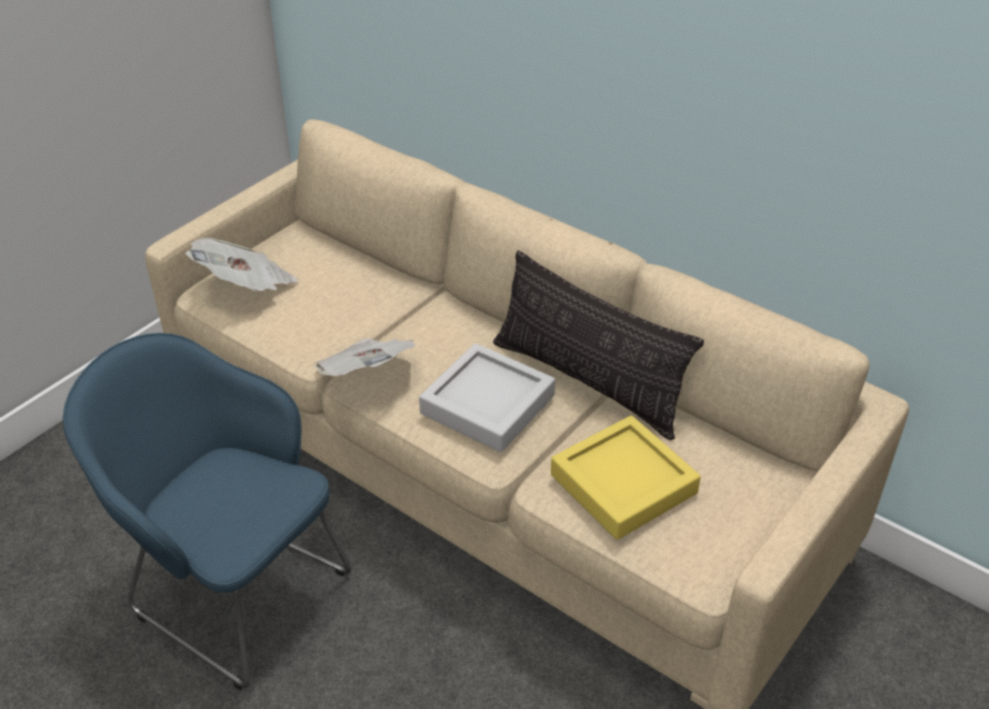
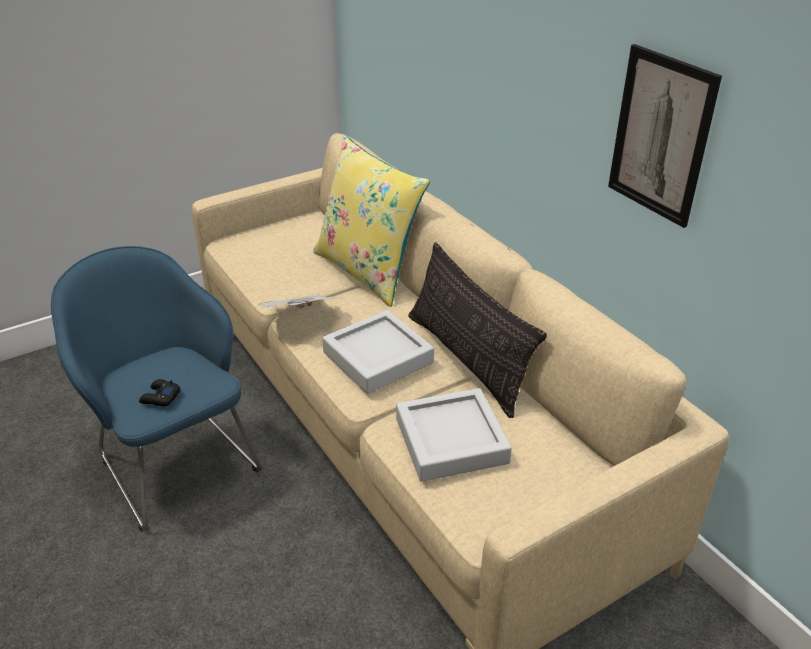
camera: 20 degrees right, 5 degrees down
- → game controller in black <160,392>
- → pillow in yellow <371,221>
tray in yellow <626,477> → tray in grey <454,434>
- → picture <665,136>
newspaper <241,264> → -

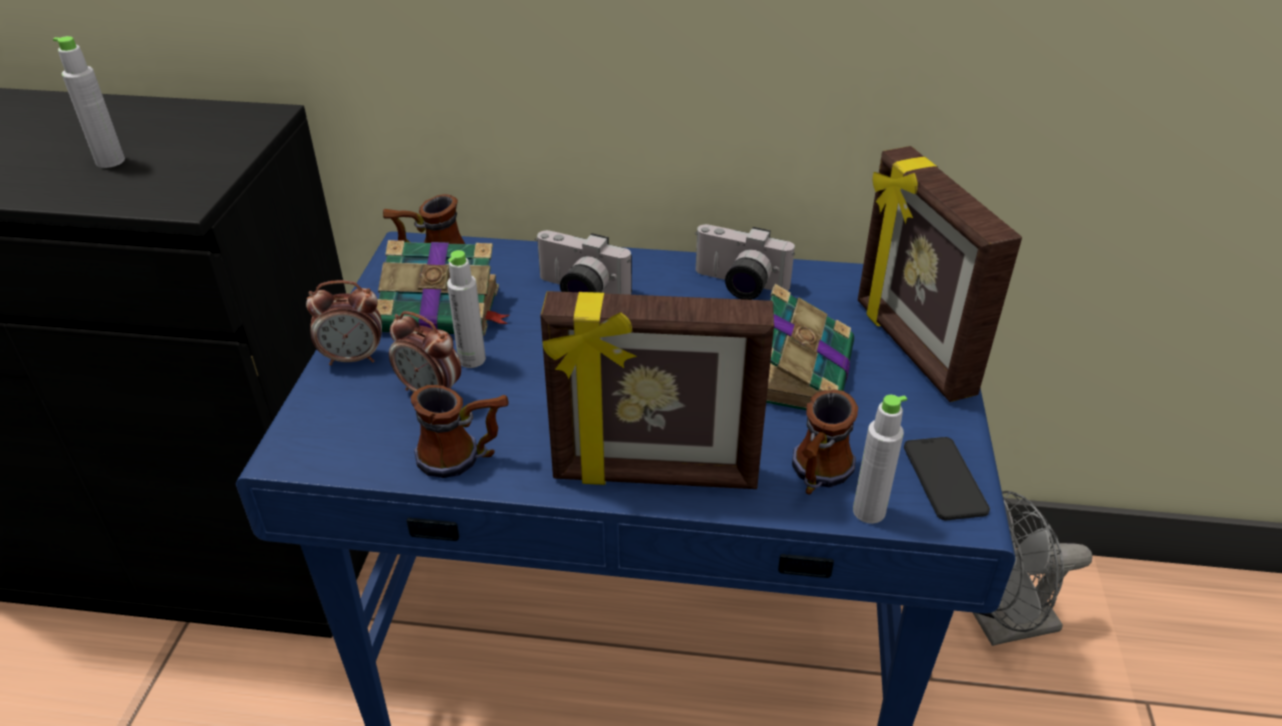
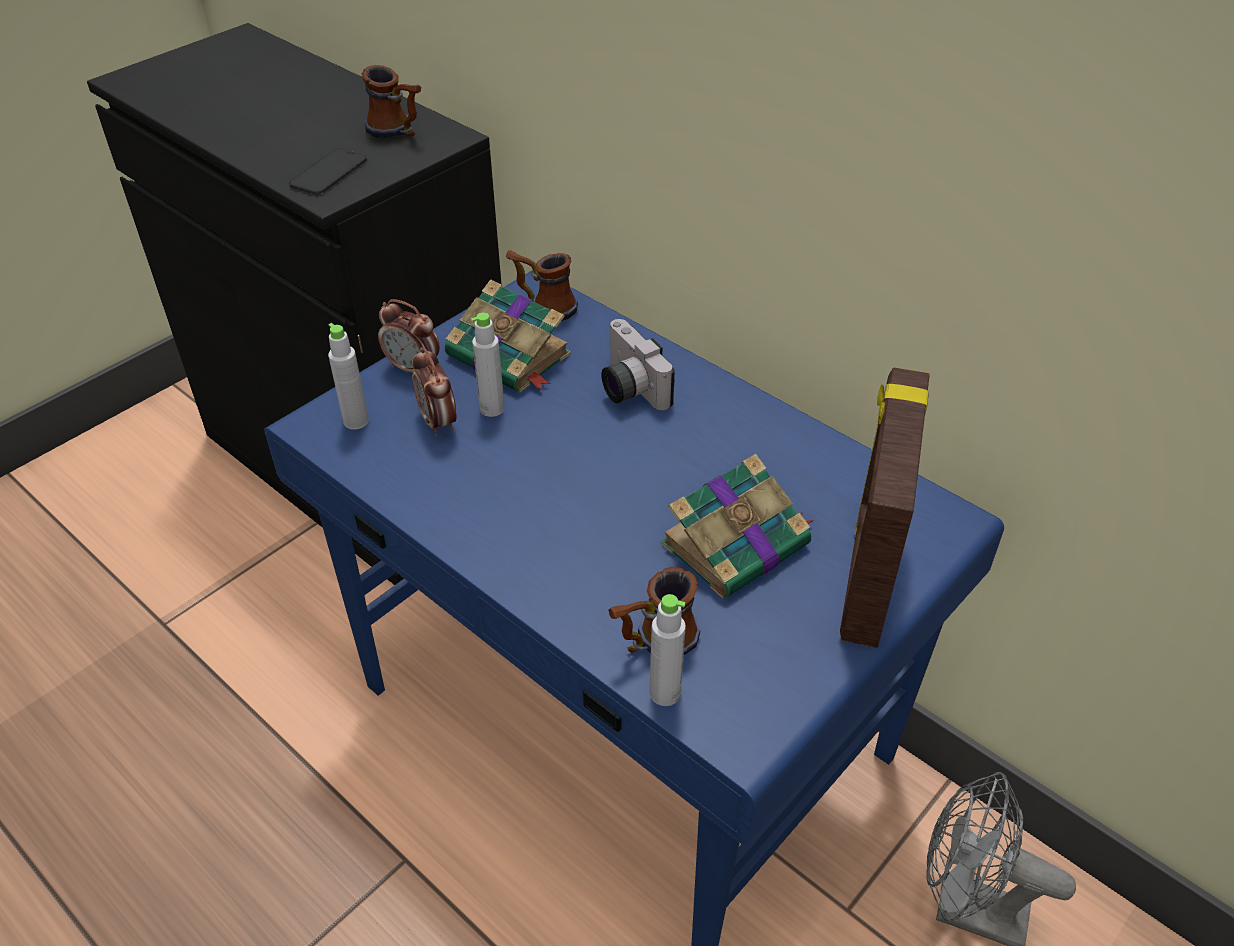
camera: 35 degrees right, 5 degrees up
phone <947,478> → phone <328,171>, relocated
bottle in grey <89,102> → bottle in grey <348,376>, relocated
mug <460,431> → mug <391,102>, relocated
picture frame <657,390> → -
photo camera <745,262> → -

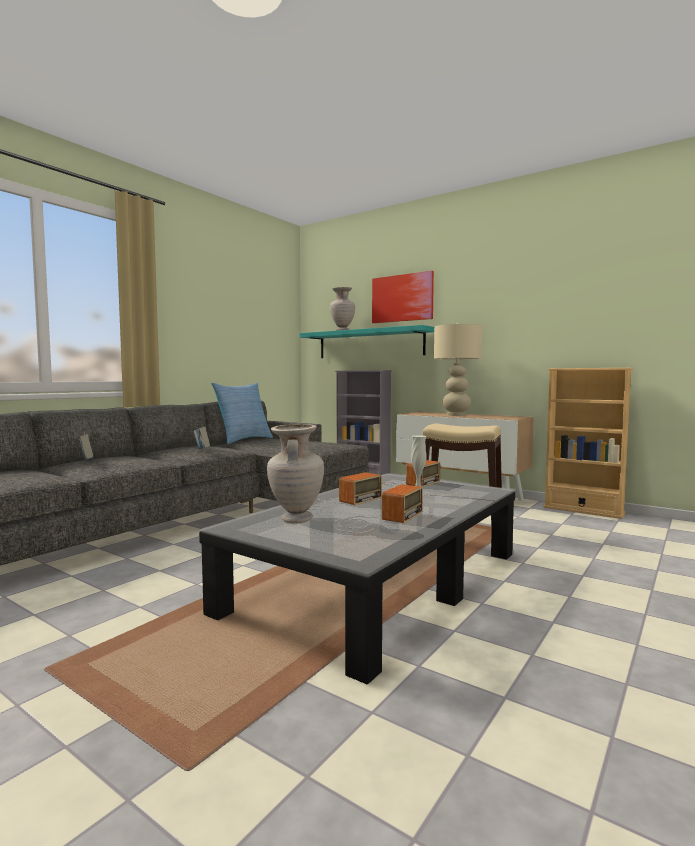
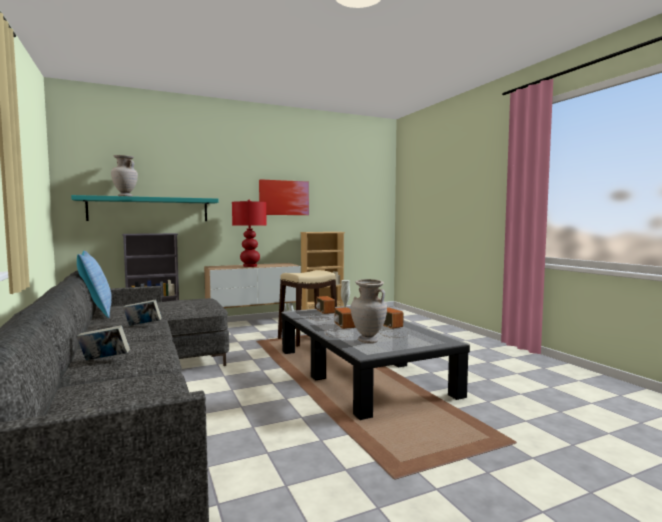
camera: 60 degrees left, 0 degrees up
table lamp in beige <458,369> → table lamp in red <249,233>
picture <403,297> → picture <284,197>, relocated

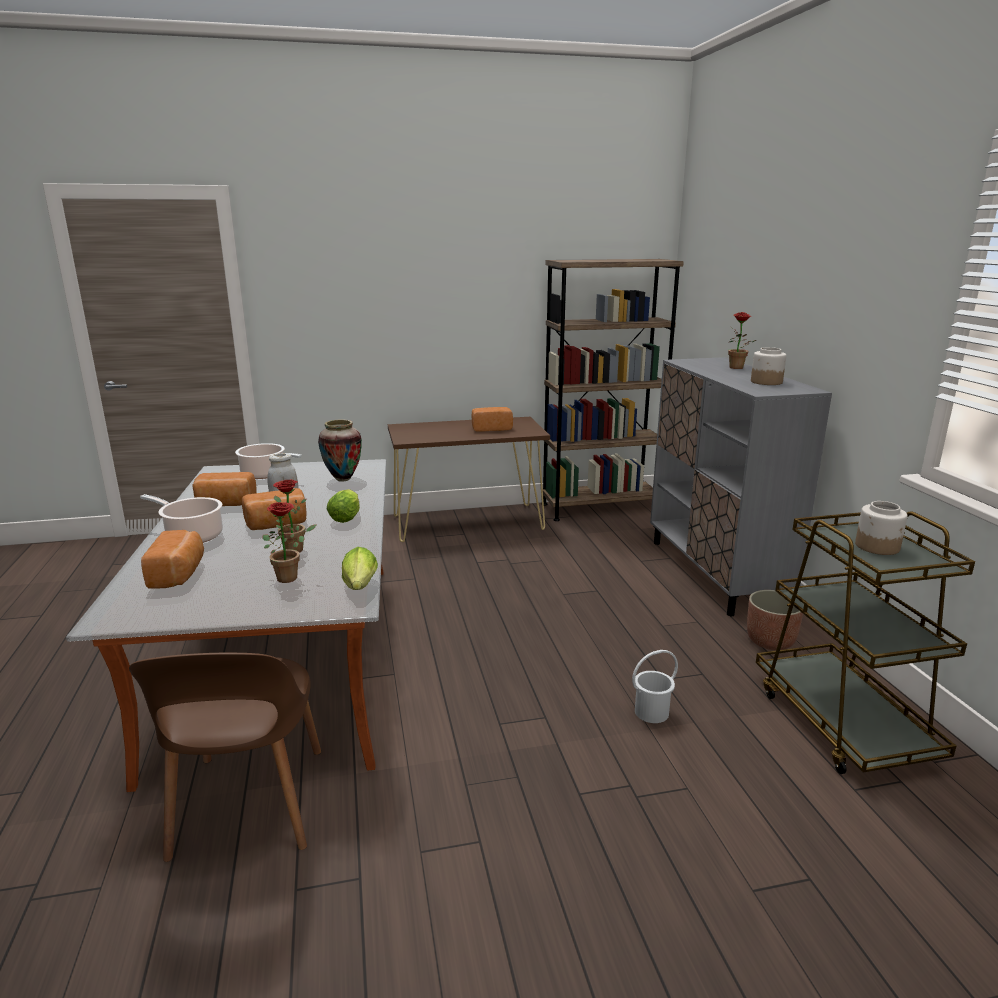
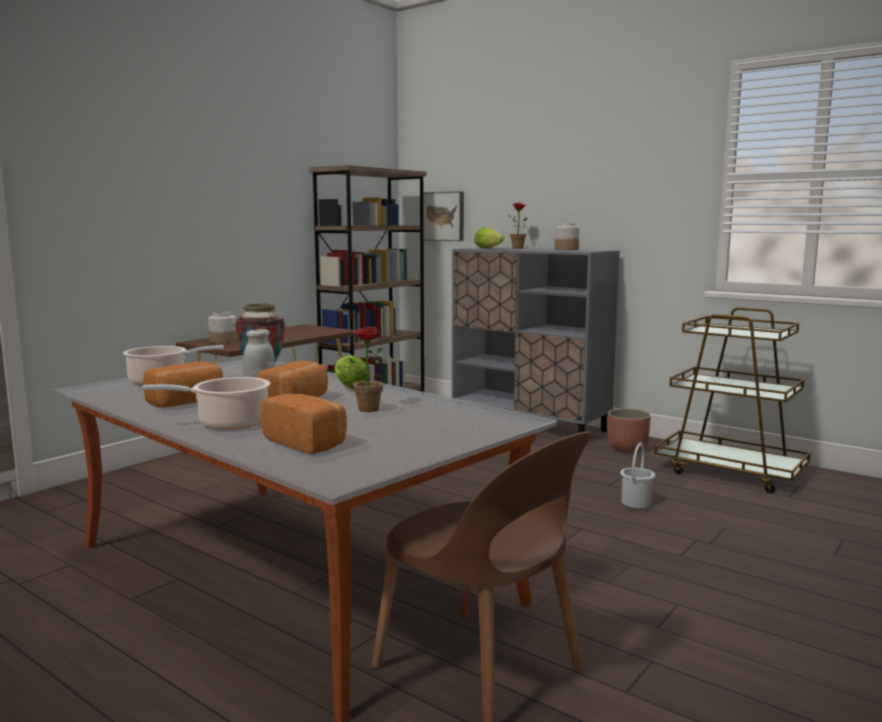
camera: 40 degrees left, 10 degrees down
jar <881,528> → jar <222,327>, relocated
- → picture <443,216>
lettuce <360,568> → lettuce <489,238>, relocated
potted plant <289,542> → -
bread <492,419> → -

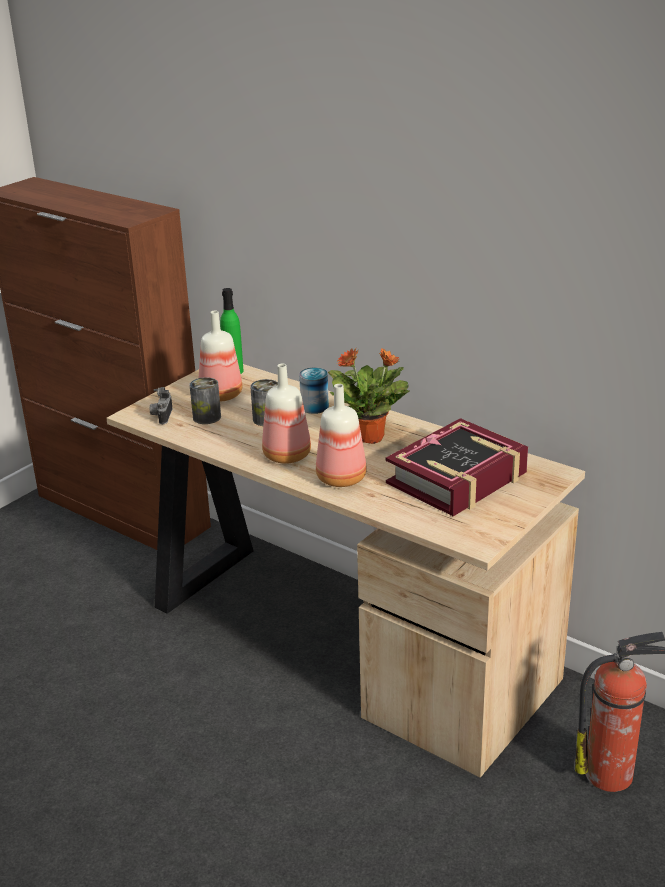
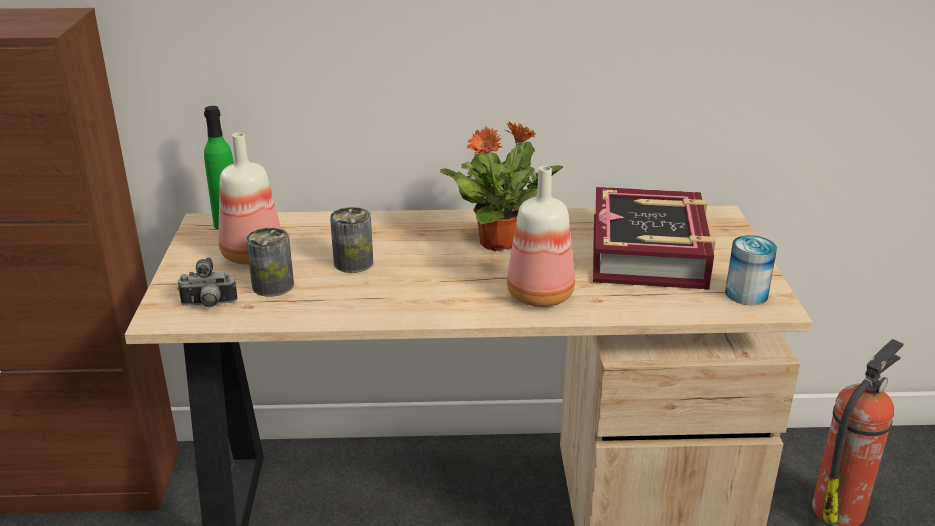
camera: 40 degrees left, 0 degrees up
photo camera <161,405> → photo camera <207,282>, 60 degrees counterclockwise
can <314,391> → can <751,270>, relocated
bottle <286,414> → -

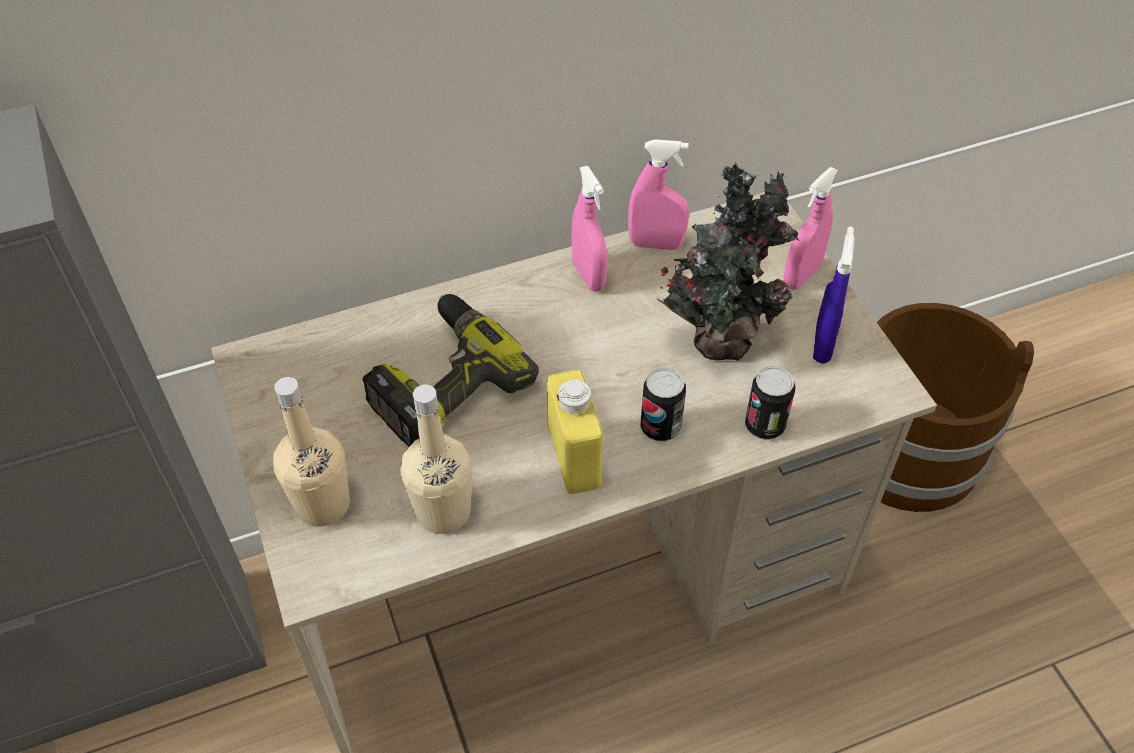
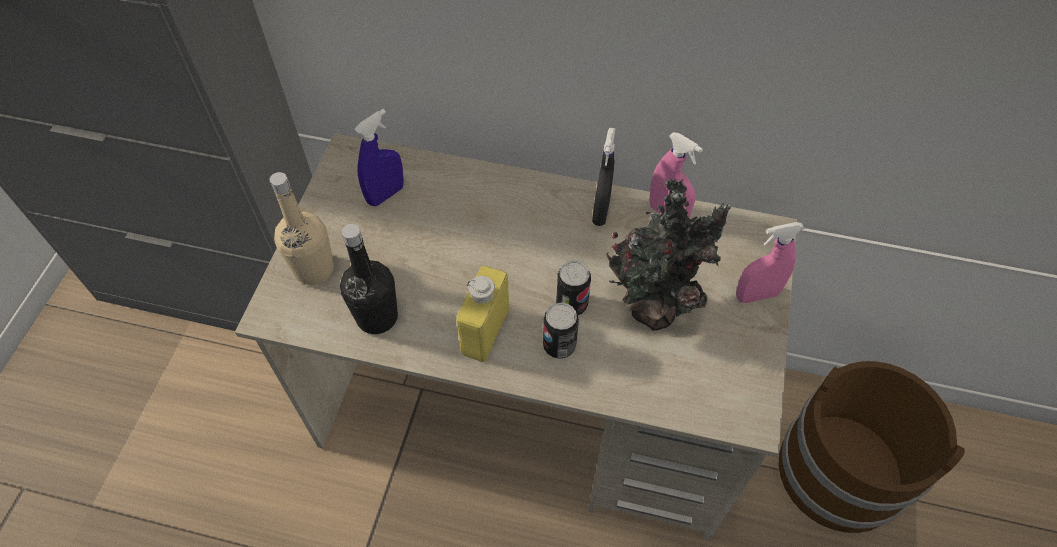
camera: 35 degrees right, 5 degrees up
bottle in beige <436,459> → bottle in black <369,279>
spray bottle in blue <834,295> → spray bottle in blue <379,157>, relocated
can <770,403> → can <573,288>, relocated
spray bottle in pink <590,229> → spray bottle in black <603,177>
power drill <450,370> → -

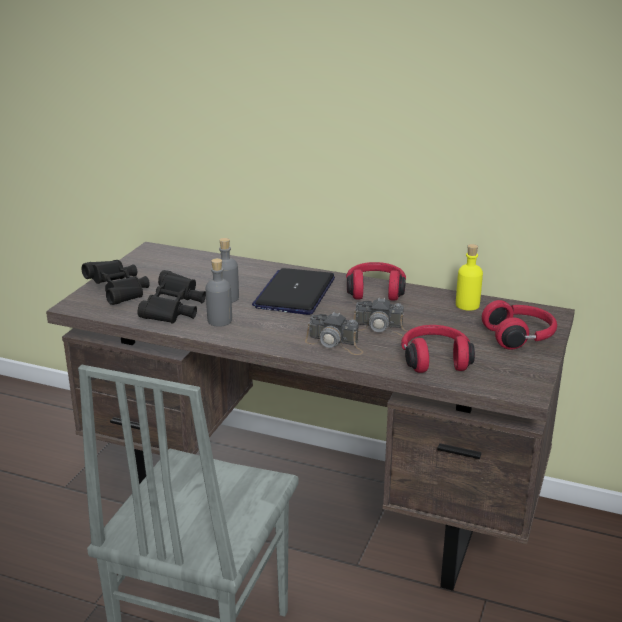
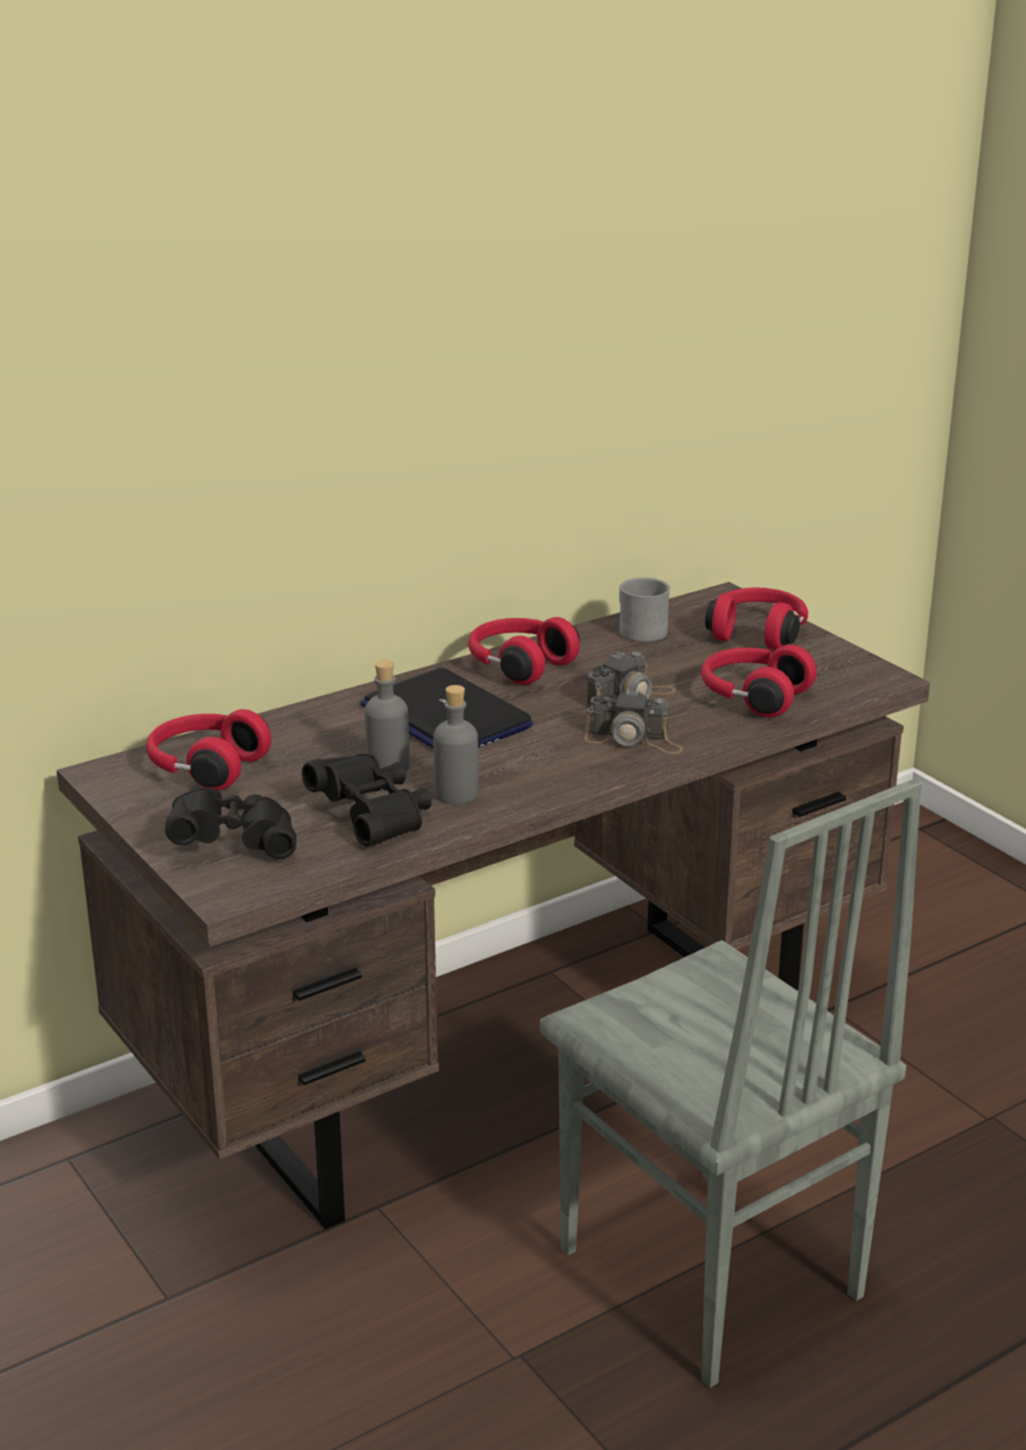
camera: 55 degrees left, 0 degrees up
- → headphones in red <208,749>
photo camera <334,333> → photo camera <633,721>, 45 degrees clockwise
bottle in yellow <469,277> → mug in grey <644,609>

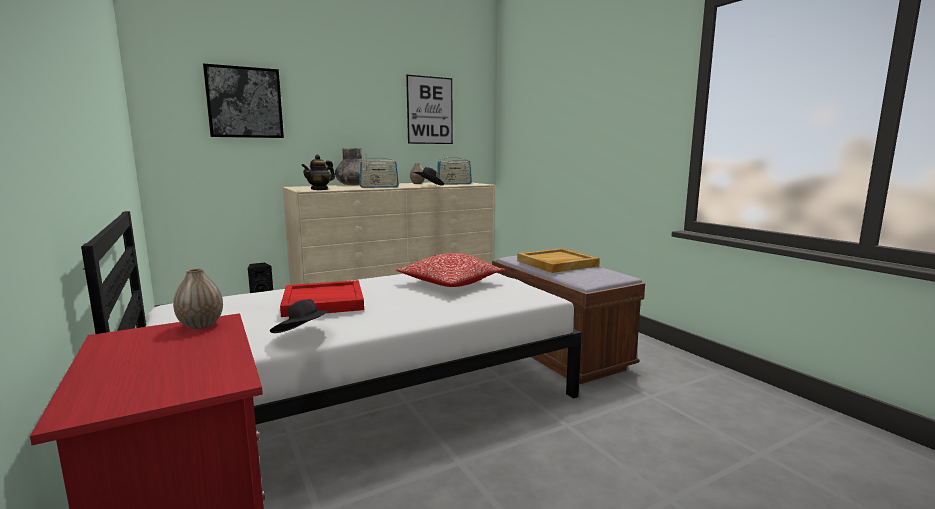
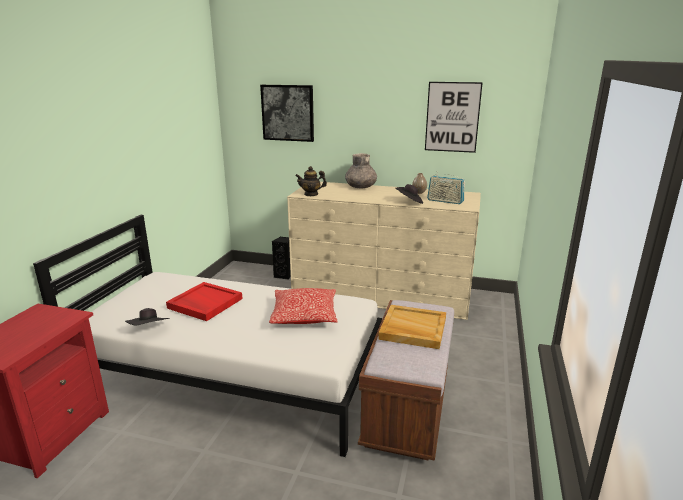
camera: 45 degrees right, 10 degrees up
vase <198,298> → -
radio <379,171> → -

